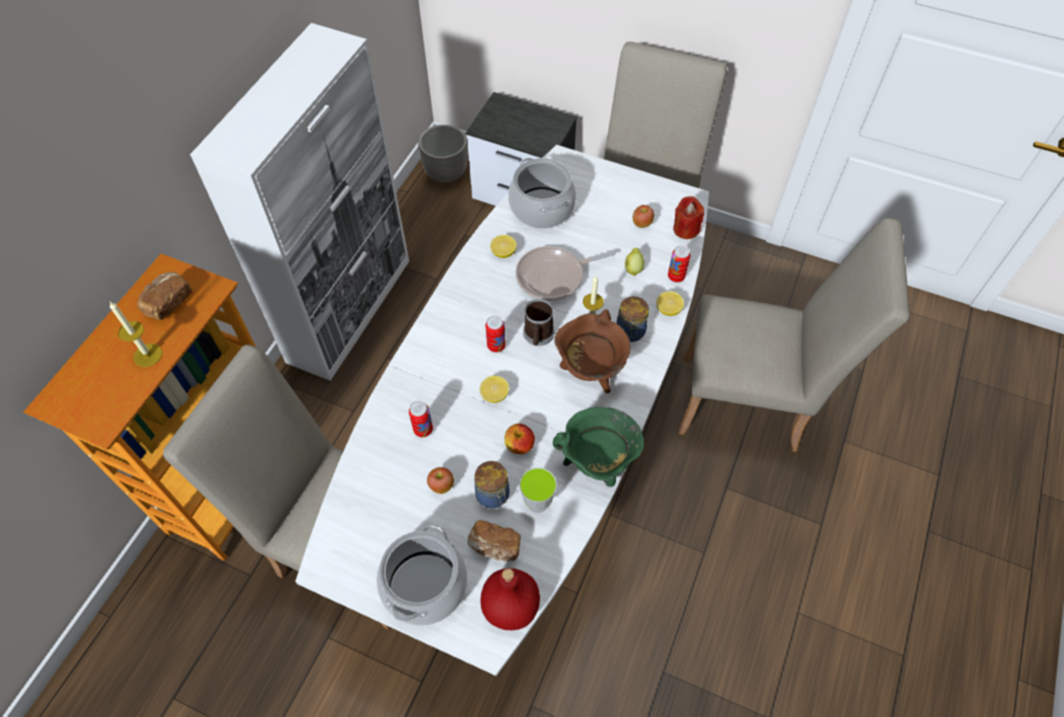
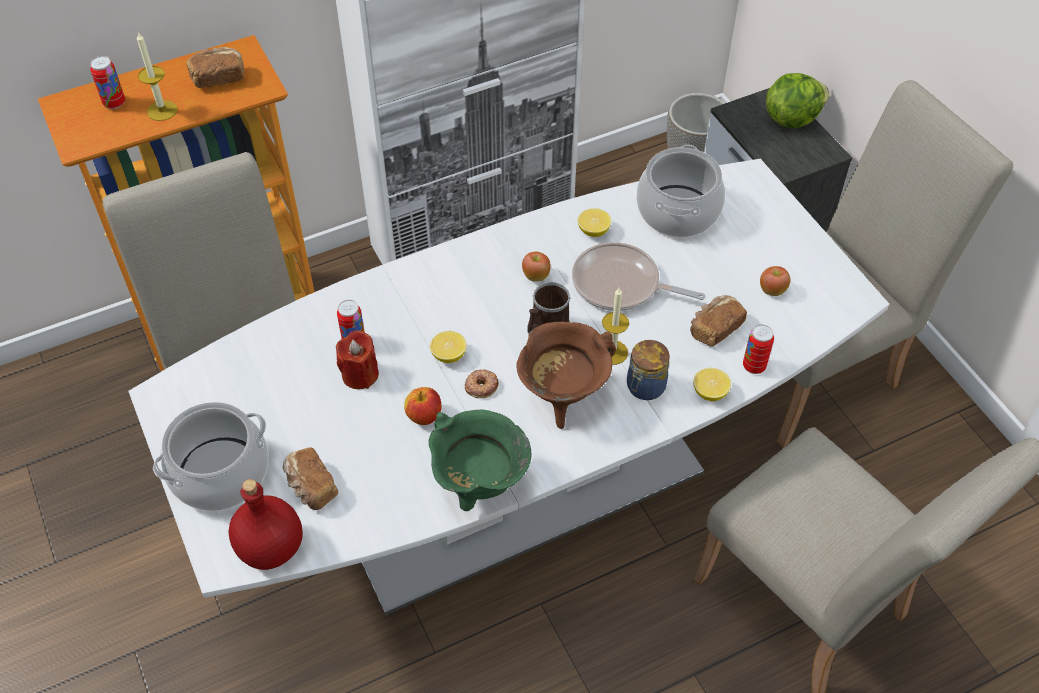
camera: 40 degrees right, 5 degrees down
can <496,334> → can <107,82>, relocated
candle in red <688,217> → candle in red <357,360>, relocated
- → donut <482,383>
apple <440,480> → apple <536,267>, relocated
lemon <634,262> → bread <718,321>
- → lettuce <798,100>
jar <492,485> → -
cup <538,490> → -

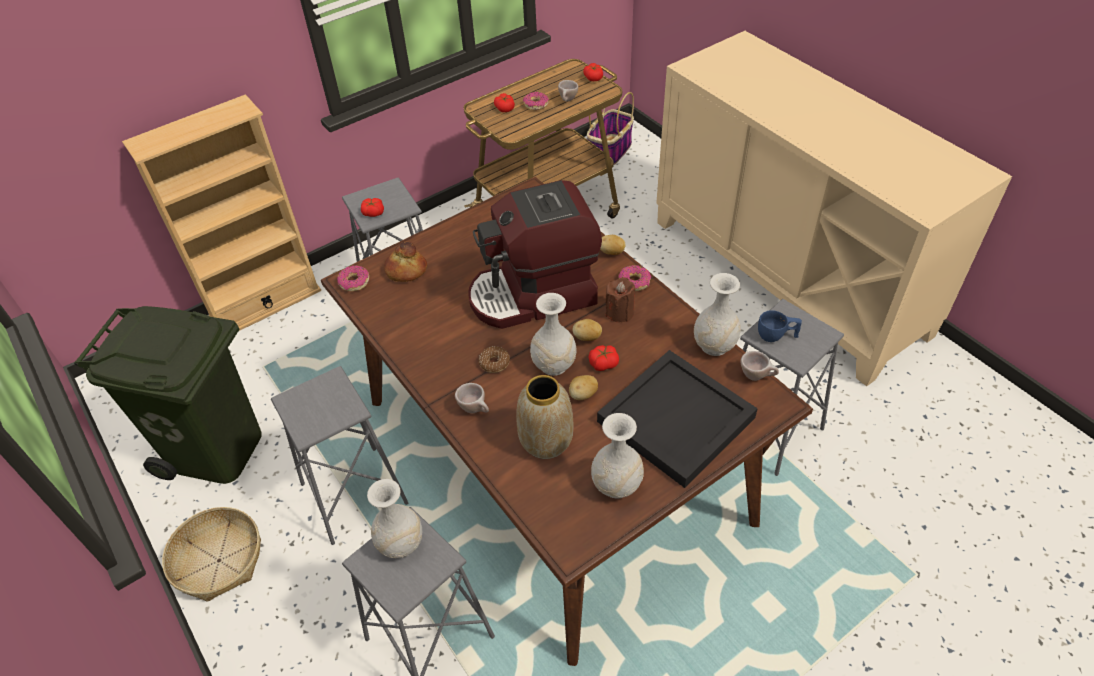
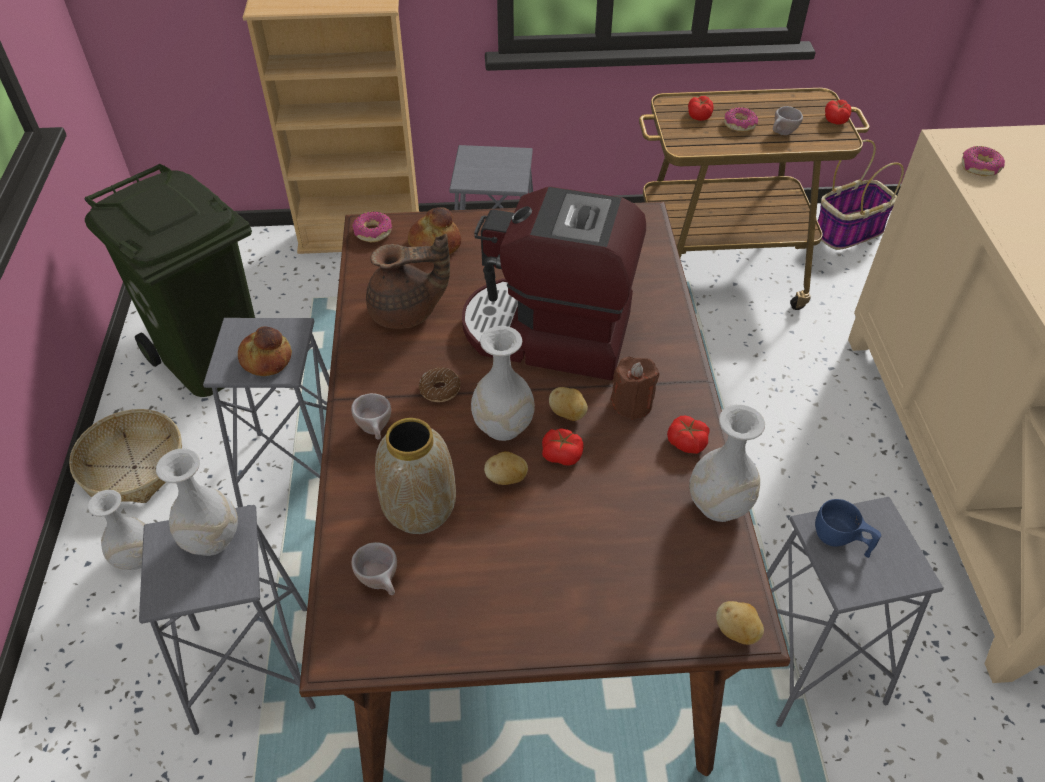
camera: 30 degrees right, 0 degrees up
vase in white <617,456> → vase in white <117,530>, relocated
- → bread <265,351>
cup in beige <759,366> → cup in beige <374,568>, relocated
- → teapot in brown <408,281>
tomato <372,207> → tomato <688,435>, relocated
potato <613,245> → potato <740,623>, relocated
donut <634,278> → donut <983,161>, relocated
tray in black <677,419> → -

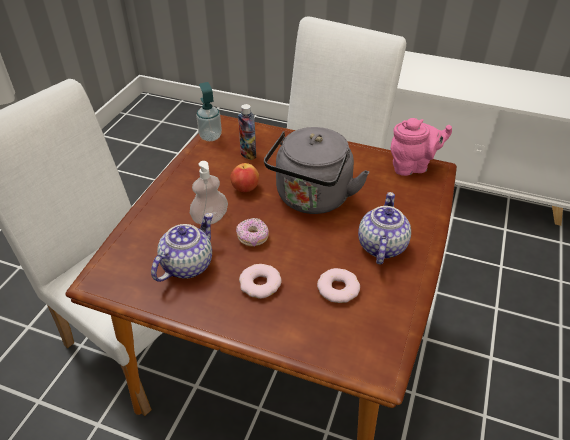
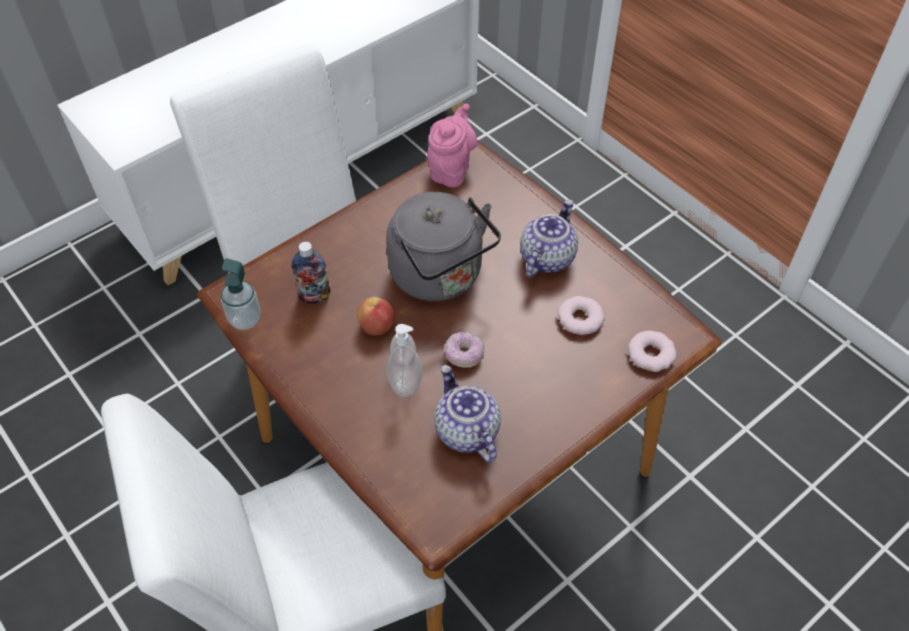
camera: 60 degrees left, 10 degrees up
teapot <384,228> → teapot <549,238>, 75 degrees clockwise
donut <260,281> → donut <652,351>, relocated

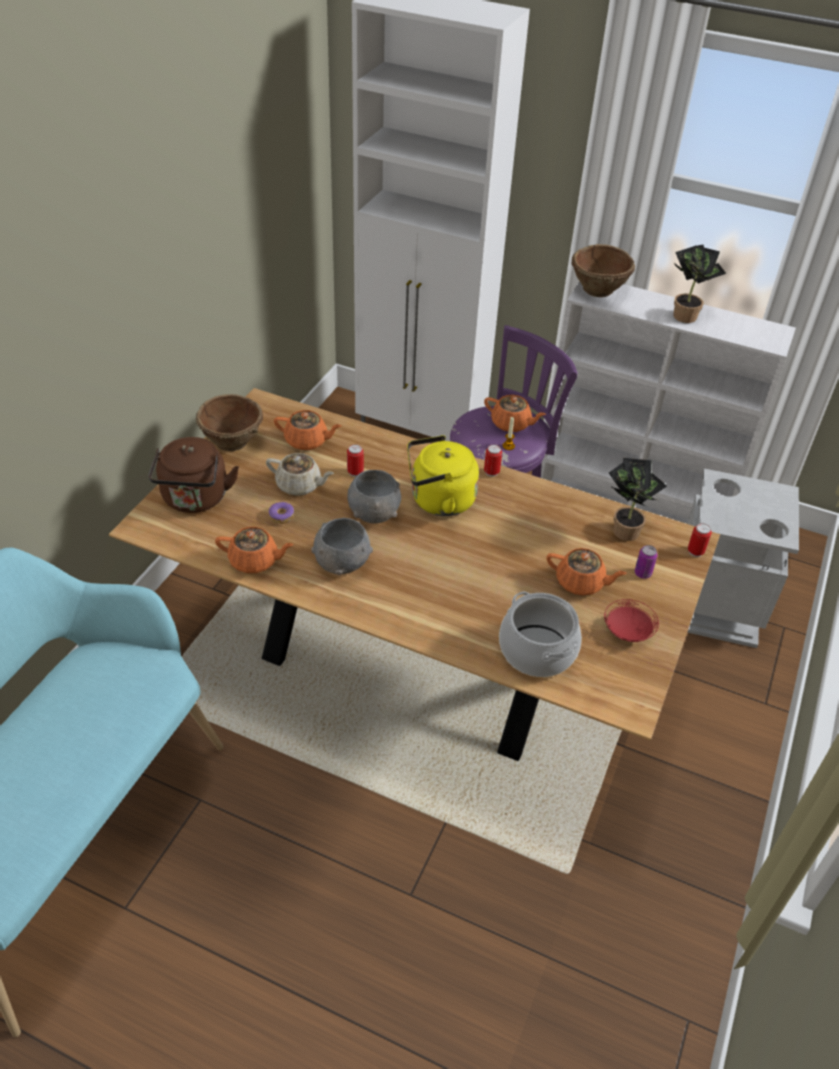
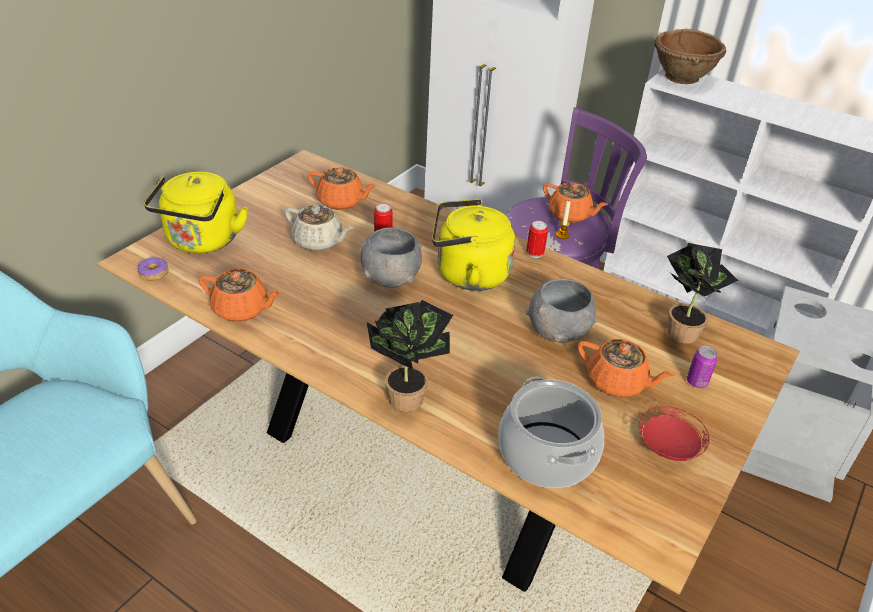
camera: 10 degrees right, 5 degrees down
donut <282,513> → donut <153,269>, relocated
kettle in brown <193,475> → kettle in yellow <196,213>
potted plant <699,284> → potted plant <410,356>, relocated
bowl in grey <342,546> → bowl in grey <561,311>, relocated
bowl in brown <229,422> → -
can <700,540> → -

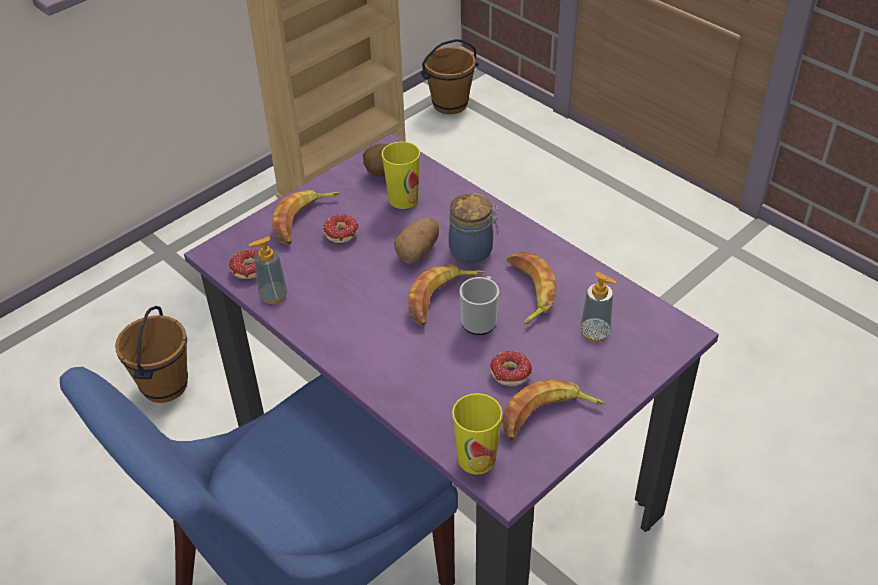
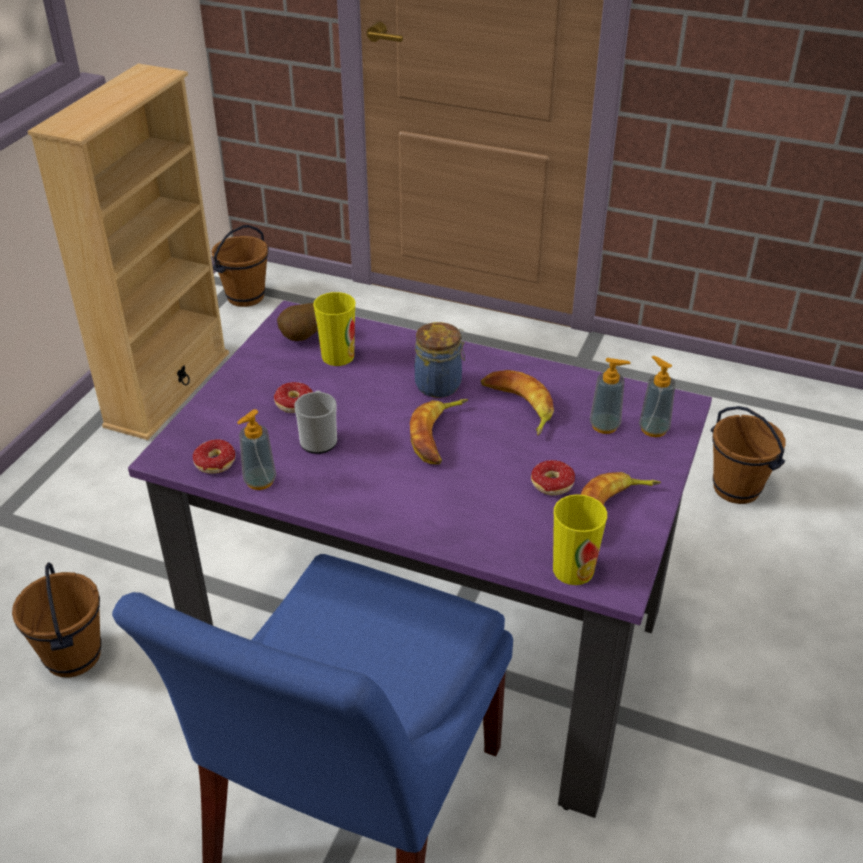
camera: 25 degrees left, 5 degrees down
mug <479,305> → mug <315,422>, relocated
- → soap dispenser <657,396>
- → bucket in brown <748,455>
banana <306,217> → -
potato <416,240> → -

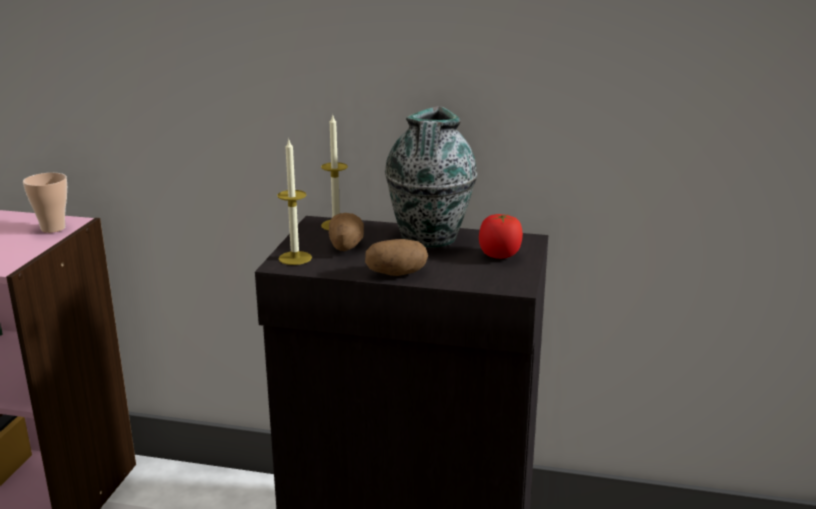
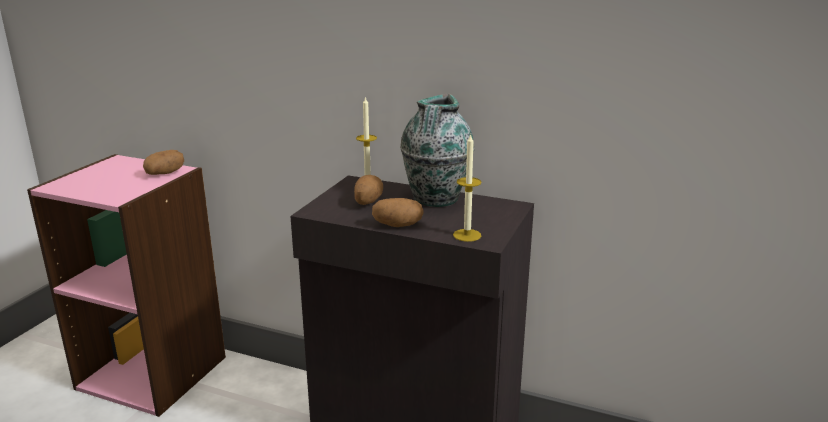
camera: 10 degrees right, 0 degrees up
cup <45,203> → potato <163,162>
candle <294,202> → candle <467,187>, relocated
tomato <501,236> → -

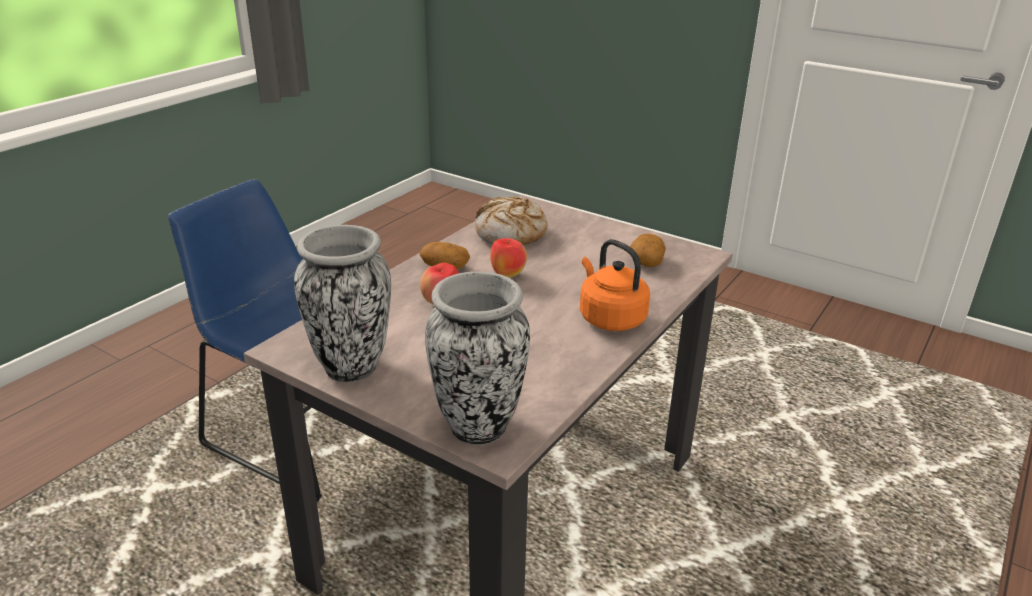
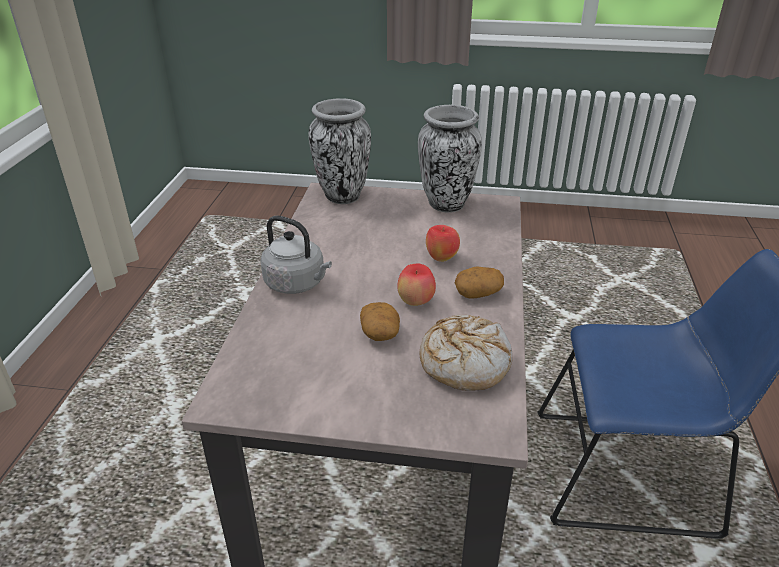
camera: 155 degrees right, 5 degrees up
kettle in orange <615,285> → kettle in grey <296,255>
potato <648,250> → potato <380,321>, relocated

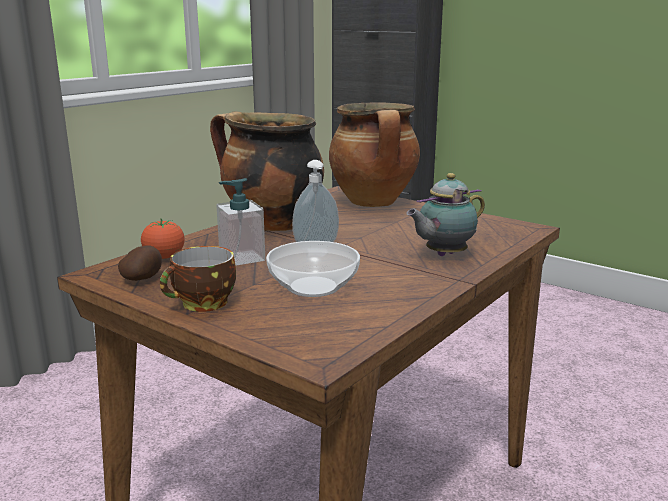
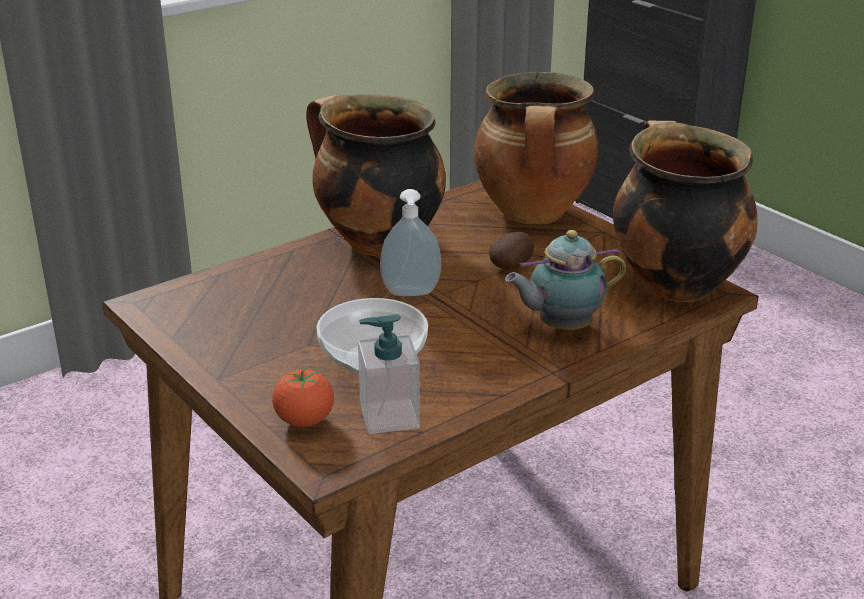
camera: 15 degrees right, 10 degrees up
tomato <163,238> → tomato <303,397>, relocated
soap dispenser <240,222> → soap dispenser <389,374>, relocated
potato <140,263> → potato <511,251>, relocated
- → cooking pot <685,211>
cup <198,279> → -

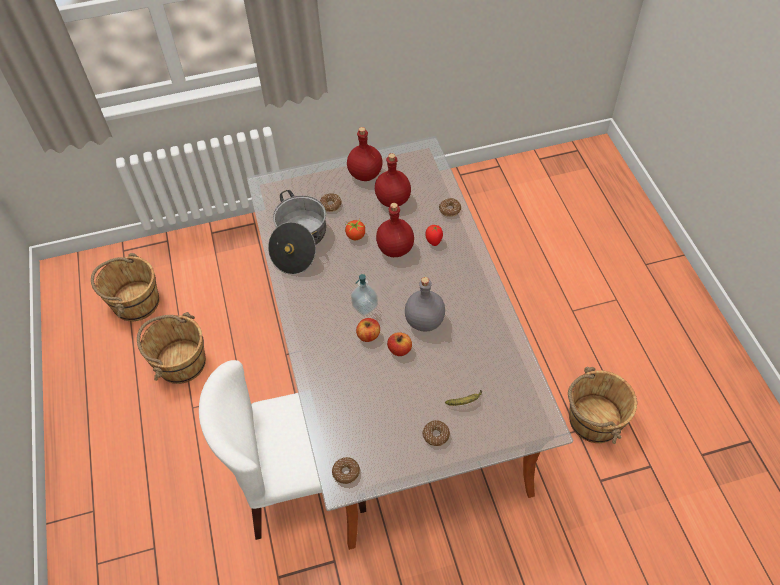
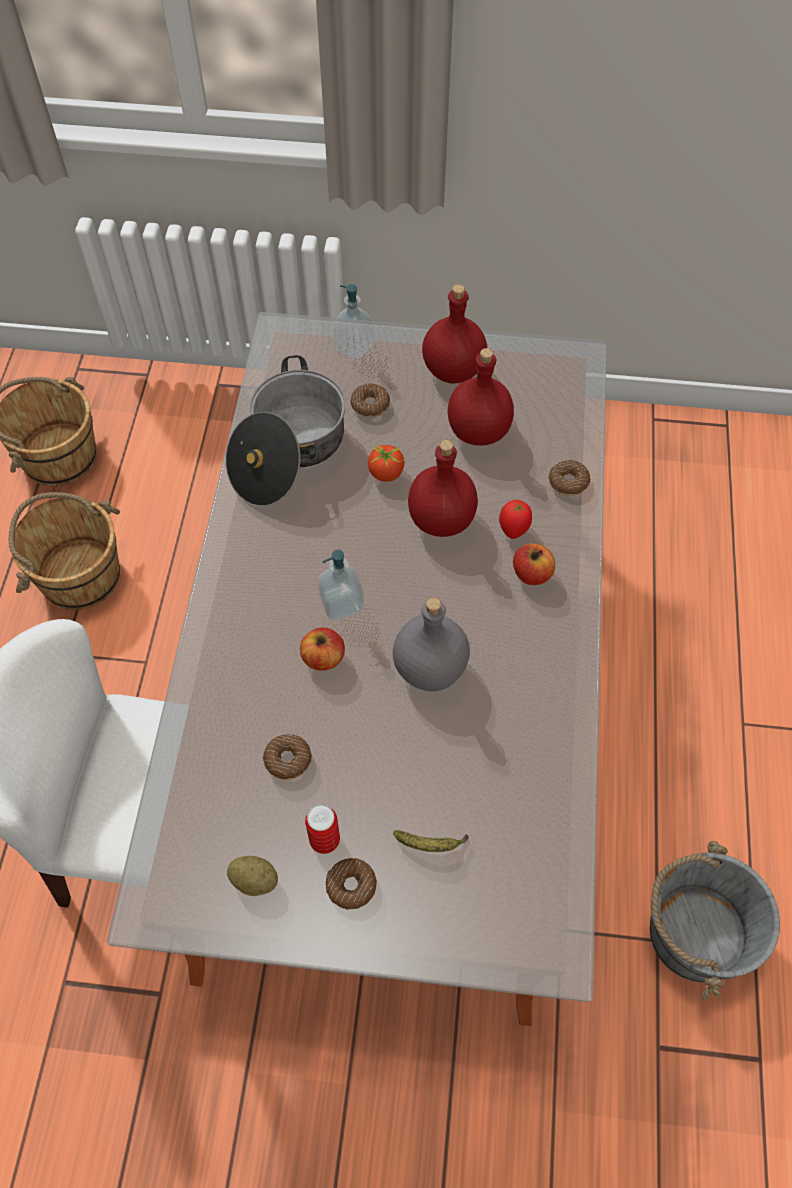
camera: 20 degrees right, 5 degrees up
- → potato <252,876>
donut <346,470> → donut <287,757>, relocated
- → can <322,829>
- → soap dispenser <353,321>
apple <399,344> → apple <534,564>, relocated
bucket in brown <602,405> → bucket in grey <715,920>

